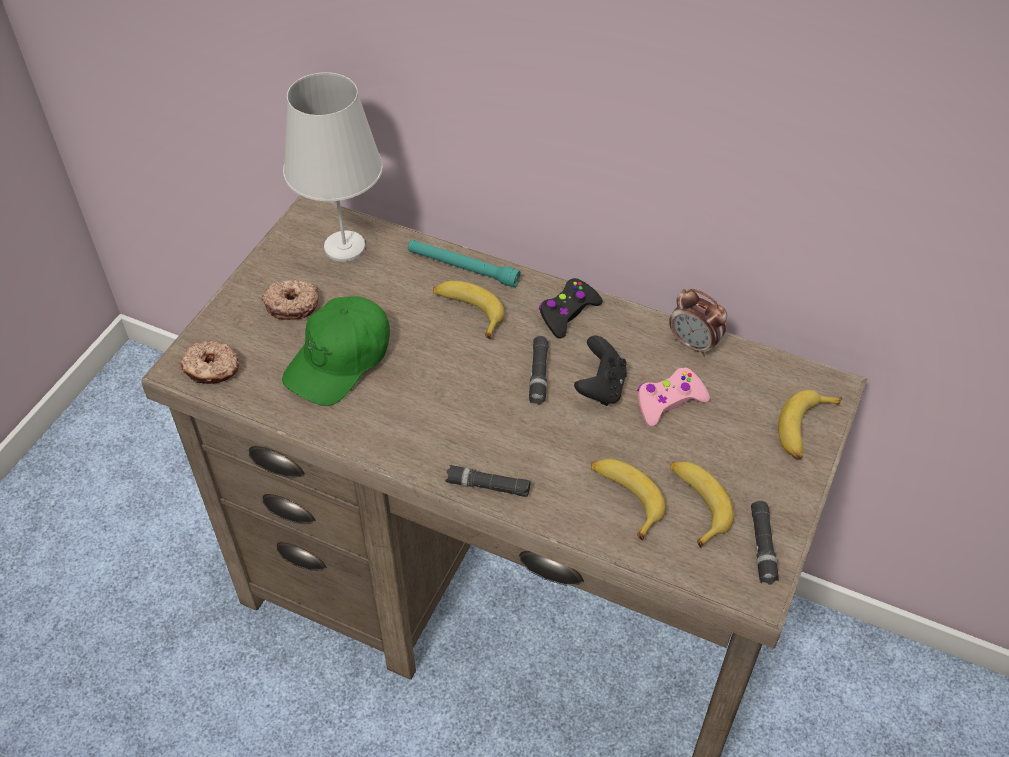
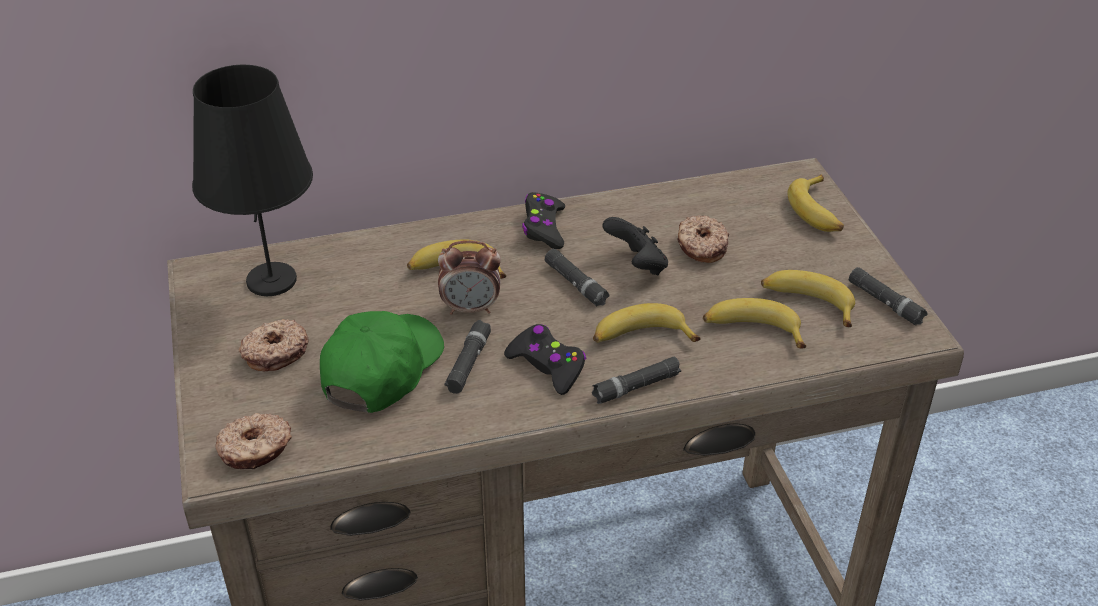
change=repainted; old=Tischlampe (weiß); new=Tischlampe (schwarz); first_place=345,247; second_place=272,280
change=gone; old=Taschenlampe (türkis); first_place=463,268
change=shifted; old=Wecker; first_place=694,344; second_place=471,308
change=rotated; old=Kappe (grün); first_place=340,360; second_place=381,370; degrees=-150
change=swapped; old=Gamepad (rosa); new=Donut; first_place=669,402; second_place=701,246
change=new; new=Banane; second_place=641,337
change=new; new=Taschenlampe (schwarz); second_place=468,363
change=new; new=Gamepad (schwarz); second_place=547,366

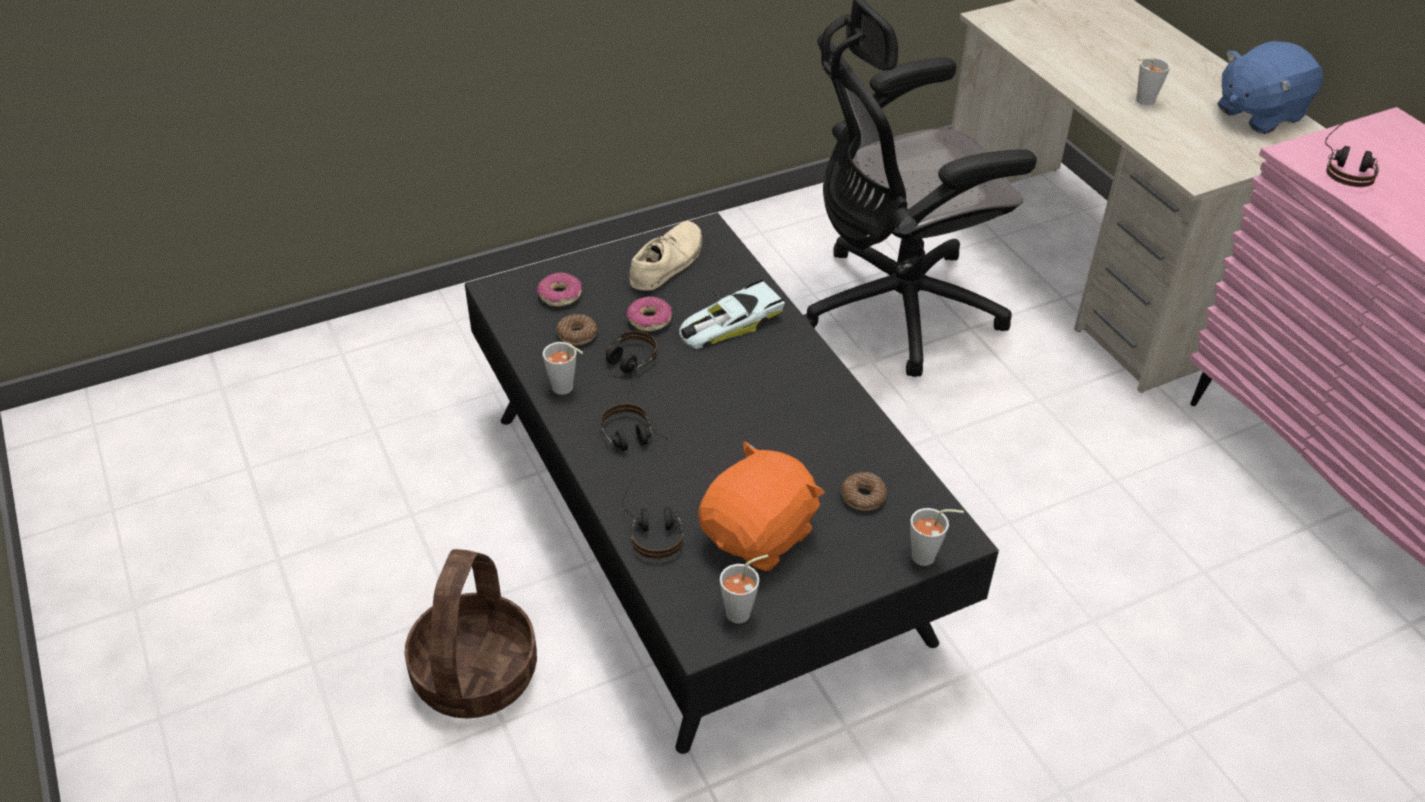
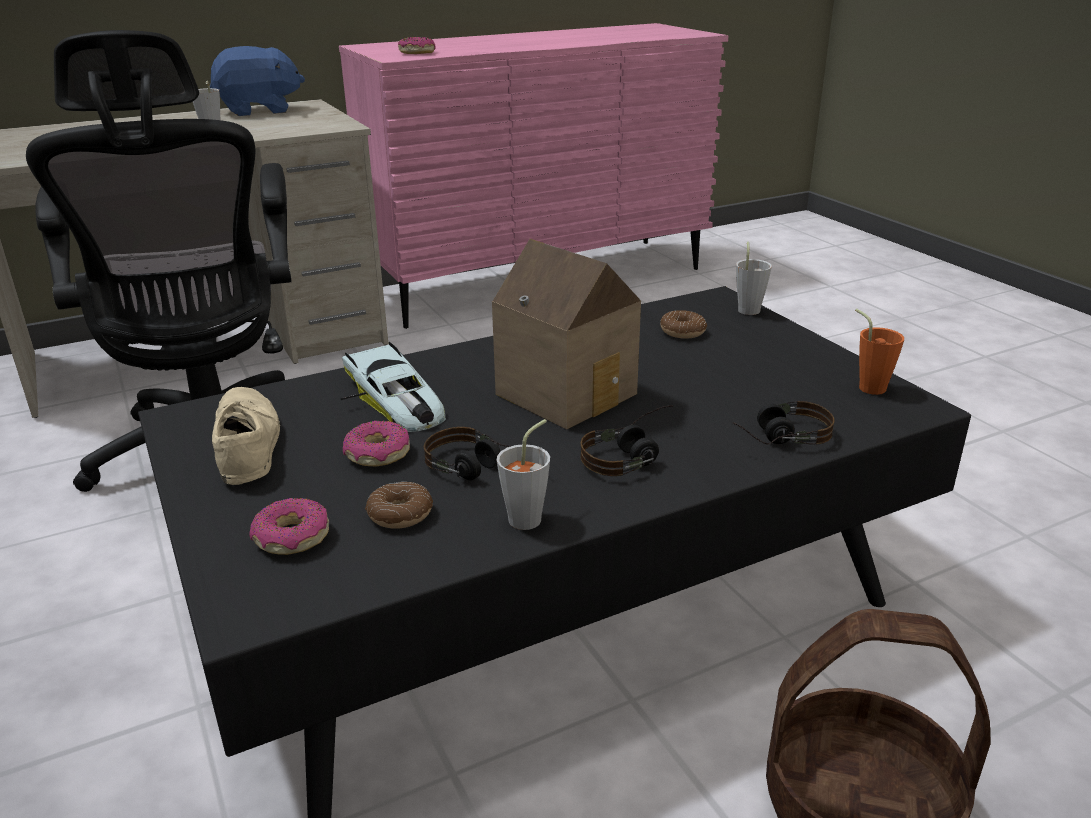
change=rotated; old=Plüschtier (blau); first_place=1258,113; second_place=259,111; degrees=-75
change=swapped; old=Kopfhörer; new=Donut; first_place=1347,167; second_place=416,53
change=rotated; old=Schuh (beige); first_place=667,263; second_place=246,445; degrees=45
change=gone; old=Plüschtier (orange); first_place=759,535
change=repainted; old=Tasse (grau); new=Tasse (orange); first_place=743,611; second_place=868,385
change=new; new=Spielzeughaus; second_place=570,392

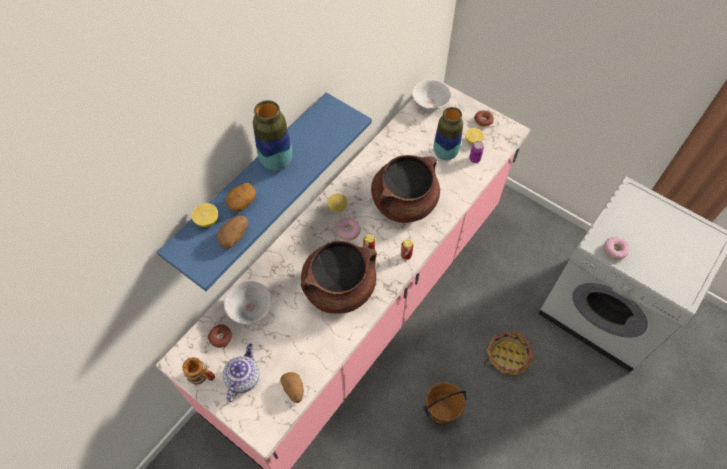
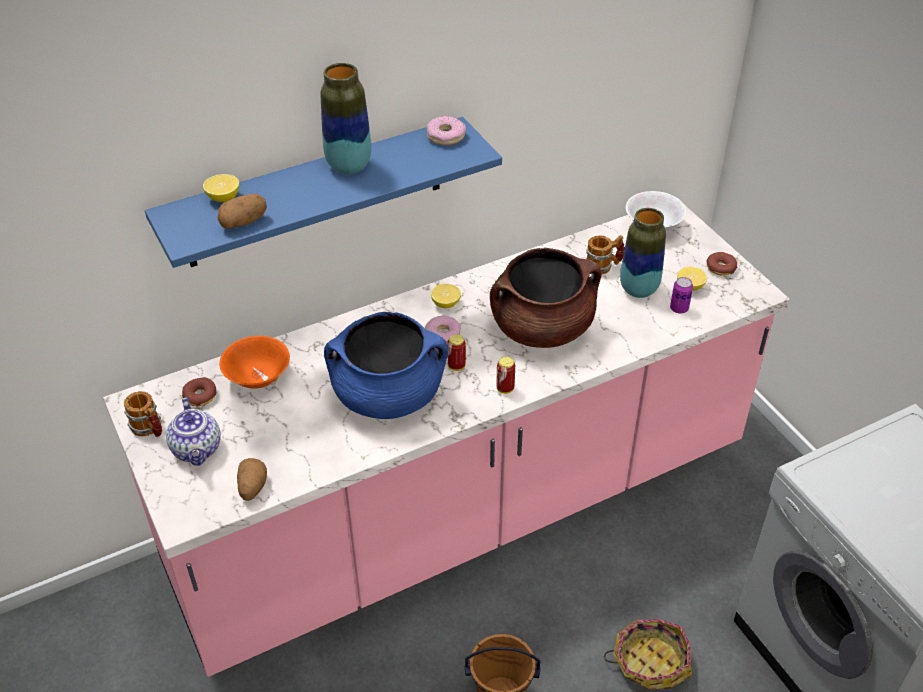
change=gone; old=Kartoffel; first_place=242,201
change=shifted; old=Donut; first_place=614,250; second_place=446,136
change=repainted; old=Kochtopf (braun); new=Kochtopf (blau); first_place=339,288; second_place=388,395
change=repainted; old=Schüssel (weiß); new=Schüssel (orange); first_place=250,308; second_place=258,378
change=rotated; old=Teekanne; first_place=243,378; second_place=197,450; degrees=120
change=new; new=Henkelbecher; second_place=603,266

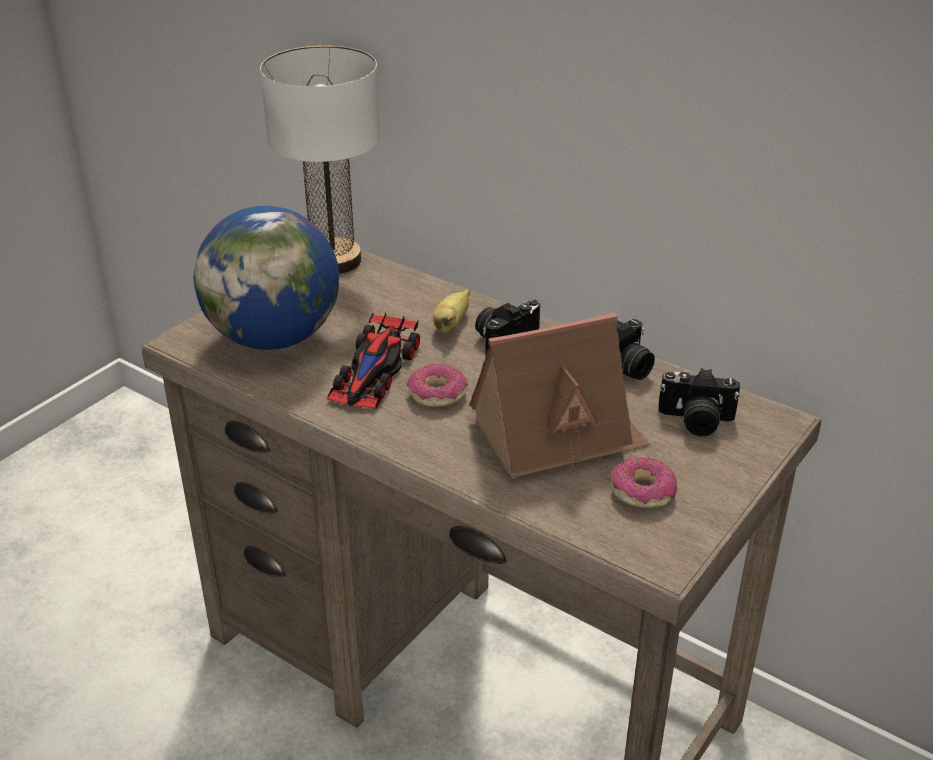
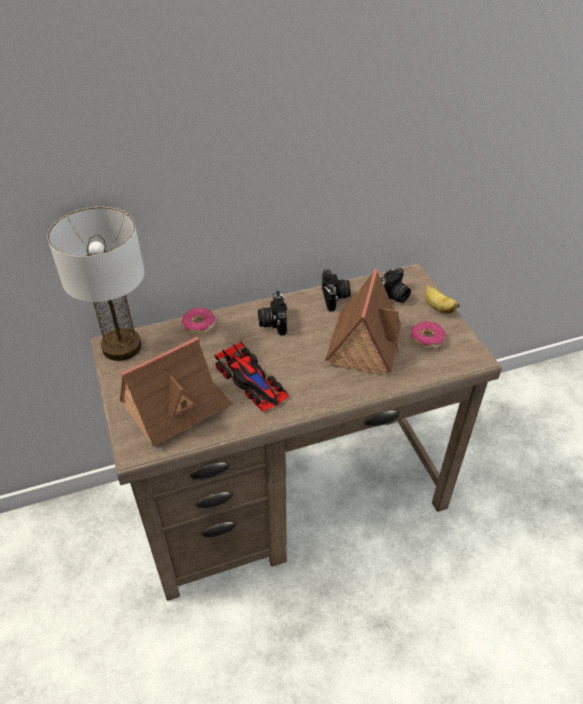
change=swapped; old=Globus; new=Spielzeughaus; first_place=274,338; second_place=177,408
change=shifted; old=Banane; first_place=451,324; second_place=437,307
change=shifted; old=Donut; first_place=437,394; second_place=199,325

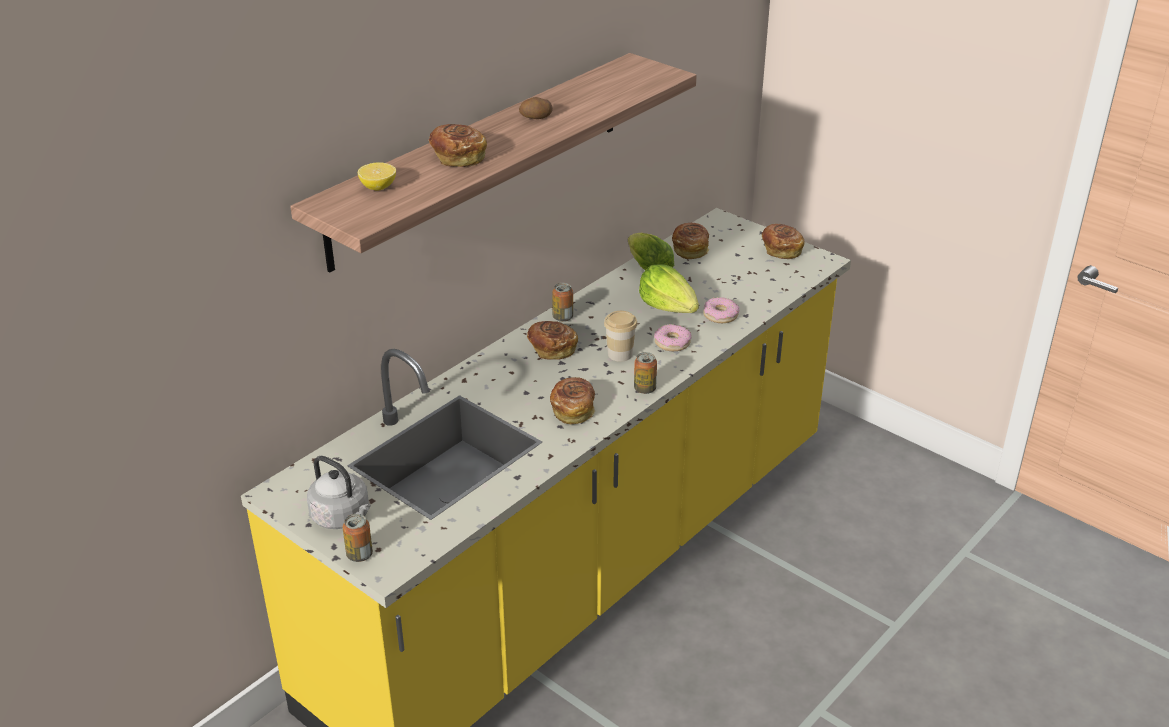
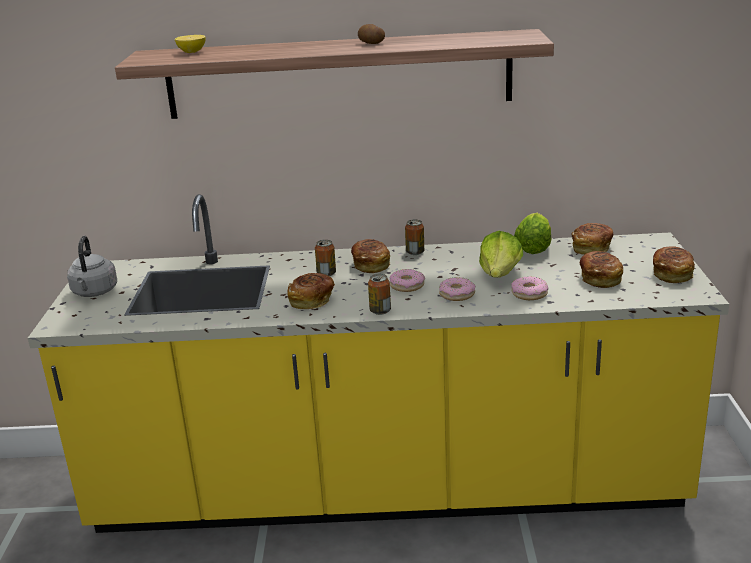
change=shifted; old=Brot; first_place=458,157; second_place=600,279
change=swapped; old=Tasse; new=Donut; first_place=620,354; second_place=407,285
change=shifted; old=Dose; first_place=359,555; second_place=326,273

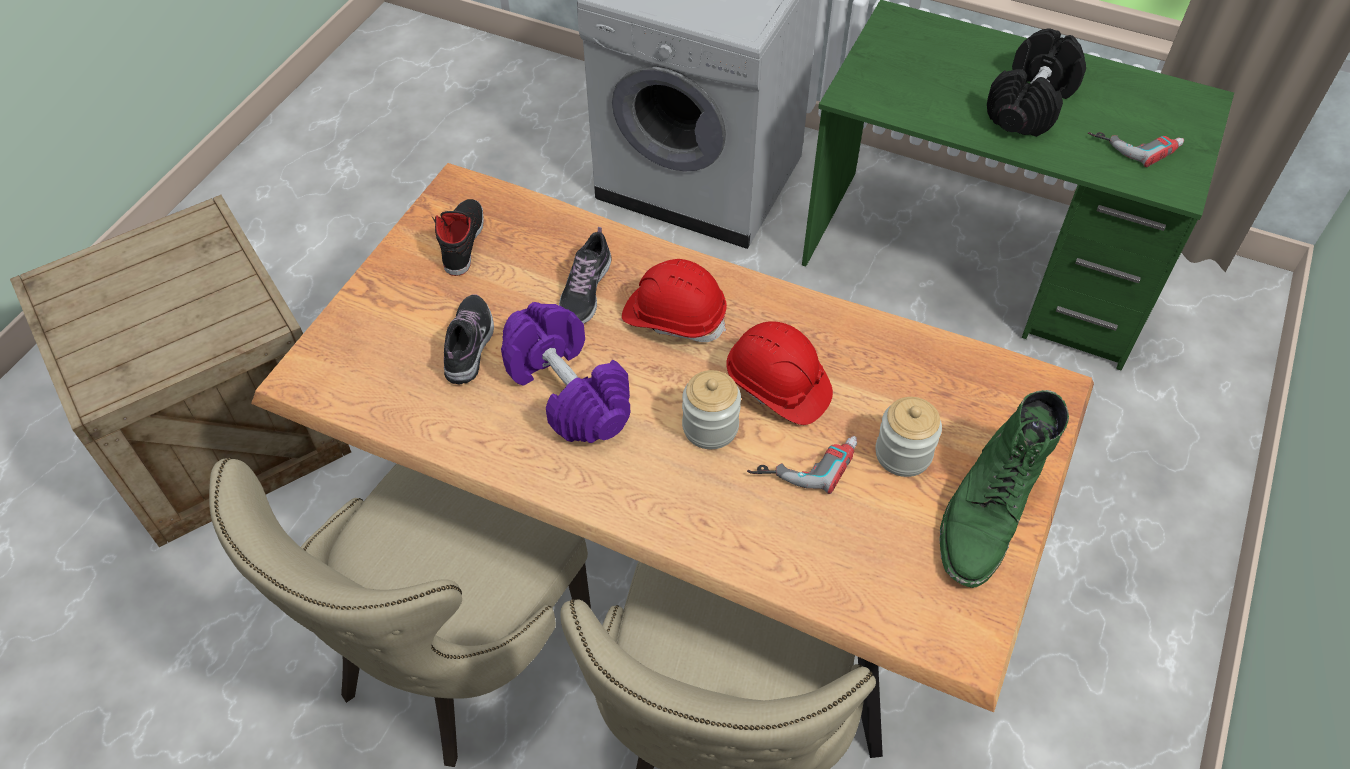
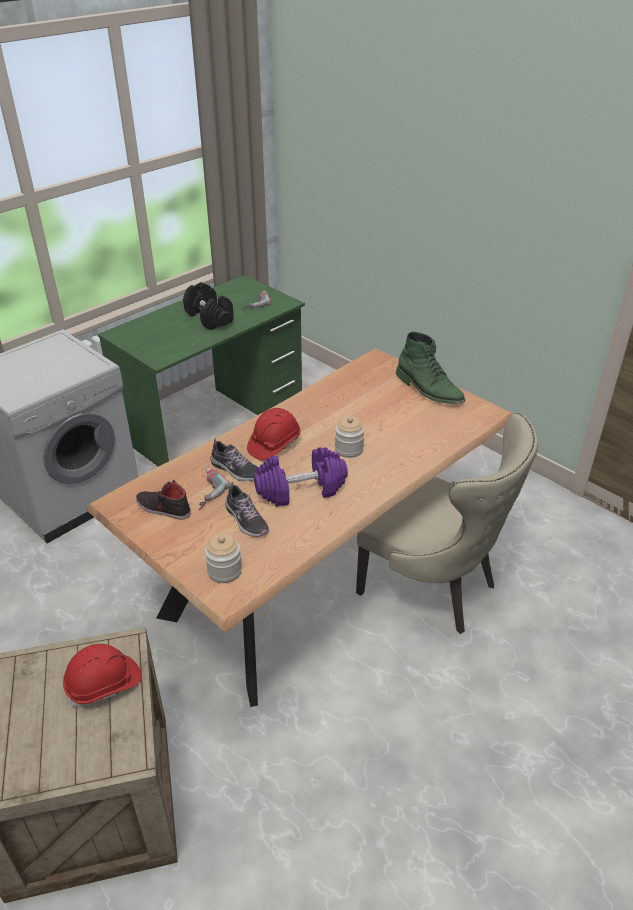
change=rotated; old=Schuh; first_place=469,345; second_place=246,520; degrees=-150
change=shifted; old=Schutzhelm (rot); first_place=777,387; second_place=104,684
change=shifted; old=Vorratsglas; first_place=903,454; second_place=224,571
change=shifted; old=Bohrmaschine; first_place=804,460; second_place=205,491
change=gone; old=Stuhl (beige); first_place=452,656

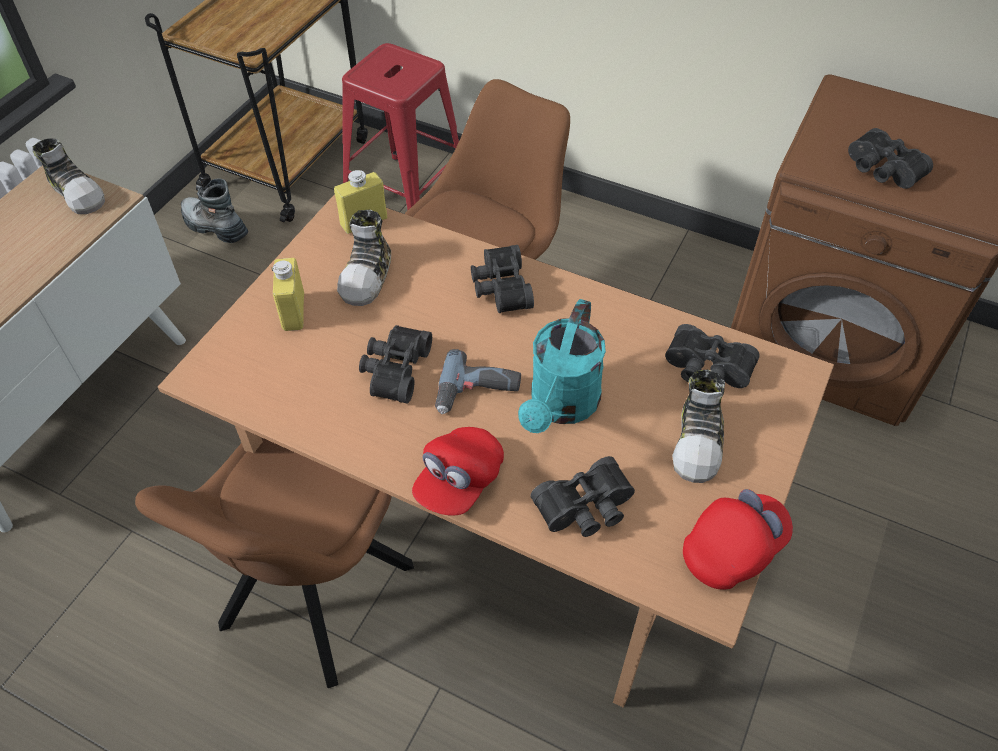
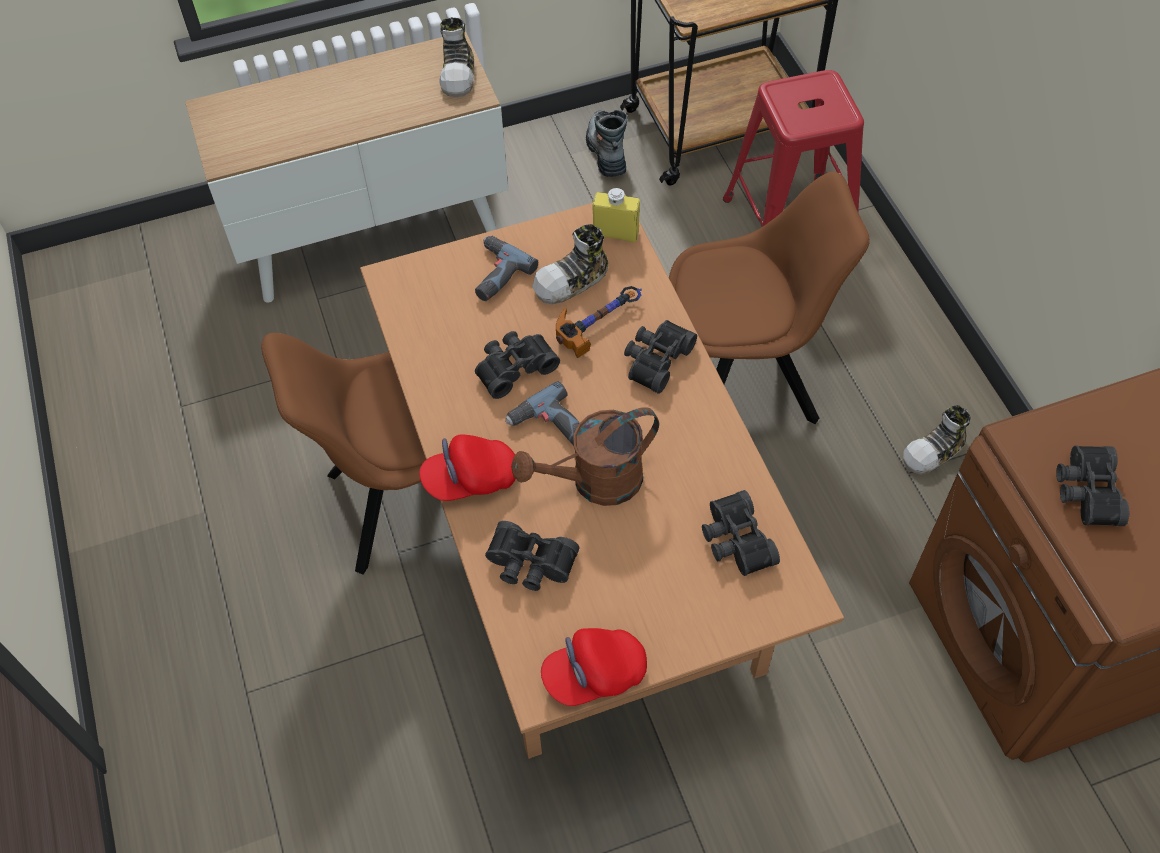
change=swapped; old=Flasche (gelb); new=Bohrmaschine; first_place=293,312; second_place=494,274
change=repainted; old=Gießkanne (türkis); new=Gießkanne (braun); first_place=561,407; second_place=595,483
change=shifted; old=Schuh; first_place=698,442; second_place=934,452
change=rotated; old=Kappe (rot); first_place=733,549; second_place=594,675; degrees=150
change=new; new=Hammer; second_place=599,321

